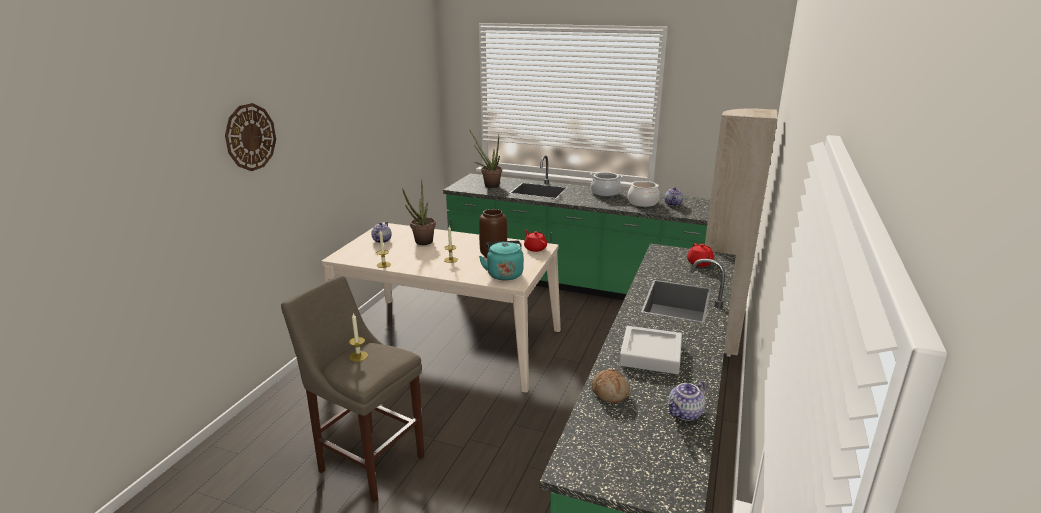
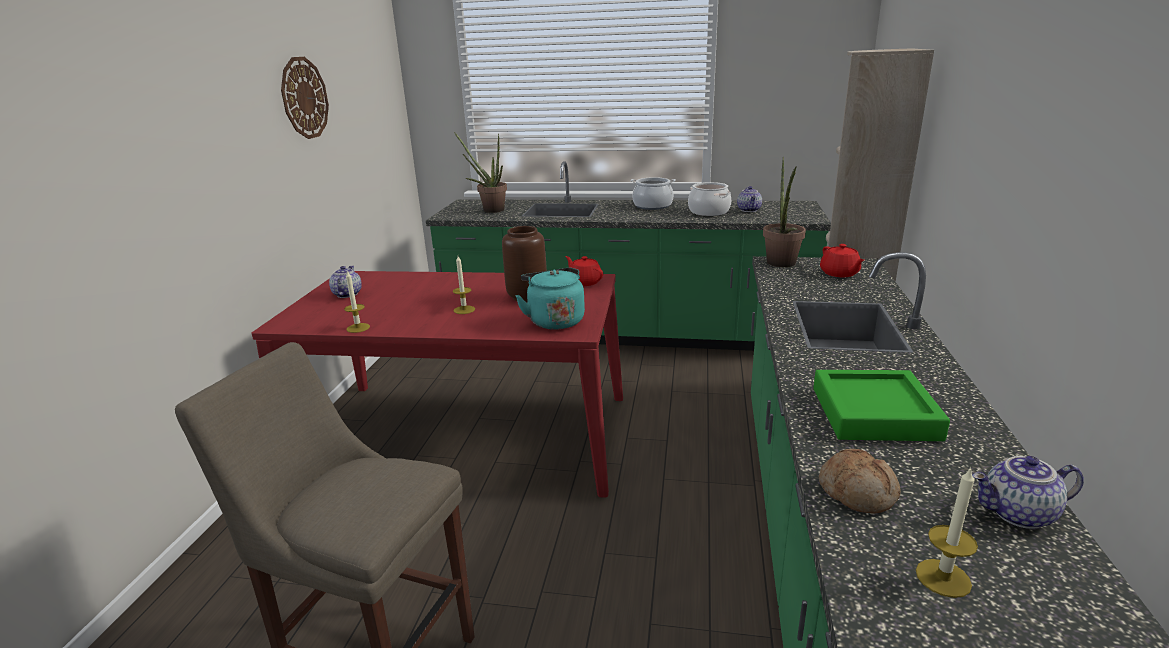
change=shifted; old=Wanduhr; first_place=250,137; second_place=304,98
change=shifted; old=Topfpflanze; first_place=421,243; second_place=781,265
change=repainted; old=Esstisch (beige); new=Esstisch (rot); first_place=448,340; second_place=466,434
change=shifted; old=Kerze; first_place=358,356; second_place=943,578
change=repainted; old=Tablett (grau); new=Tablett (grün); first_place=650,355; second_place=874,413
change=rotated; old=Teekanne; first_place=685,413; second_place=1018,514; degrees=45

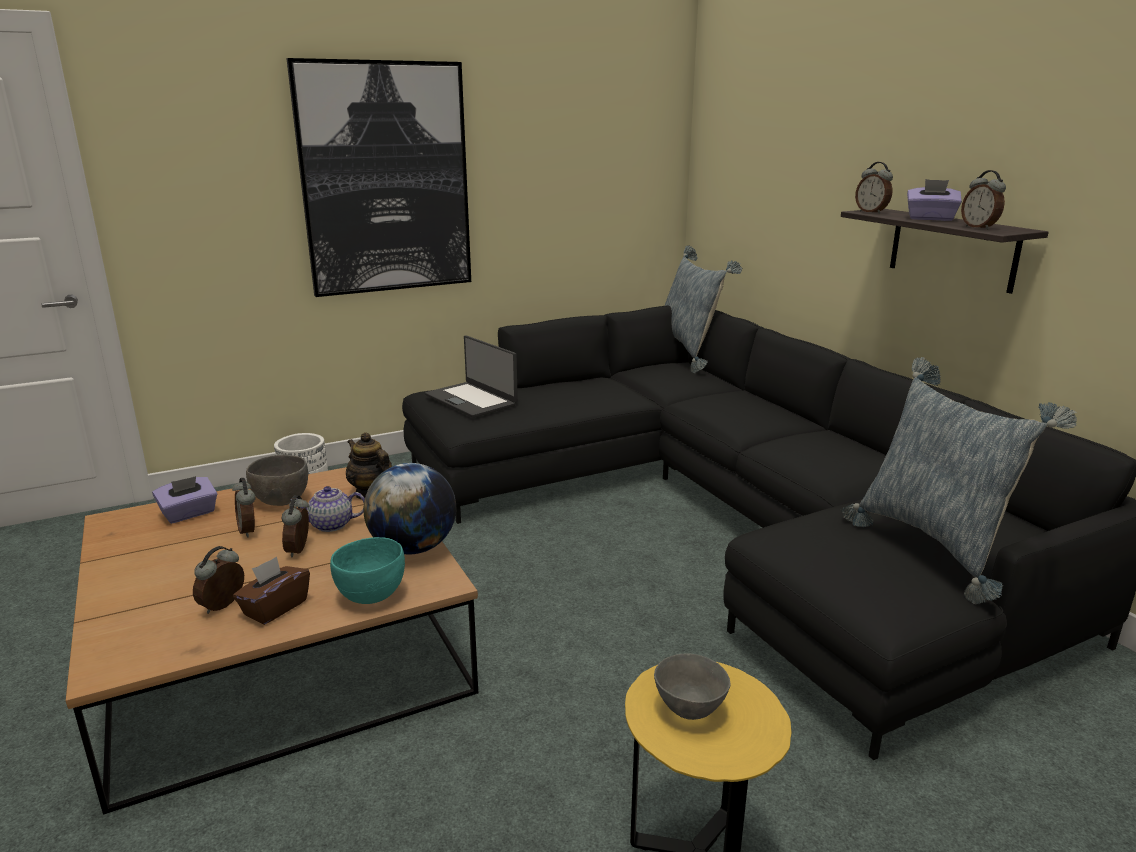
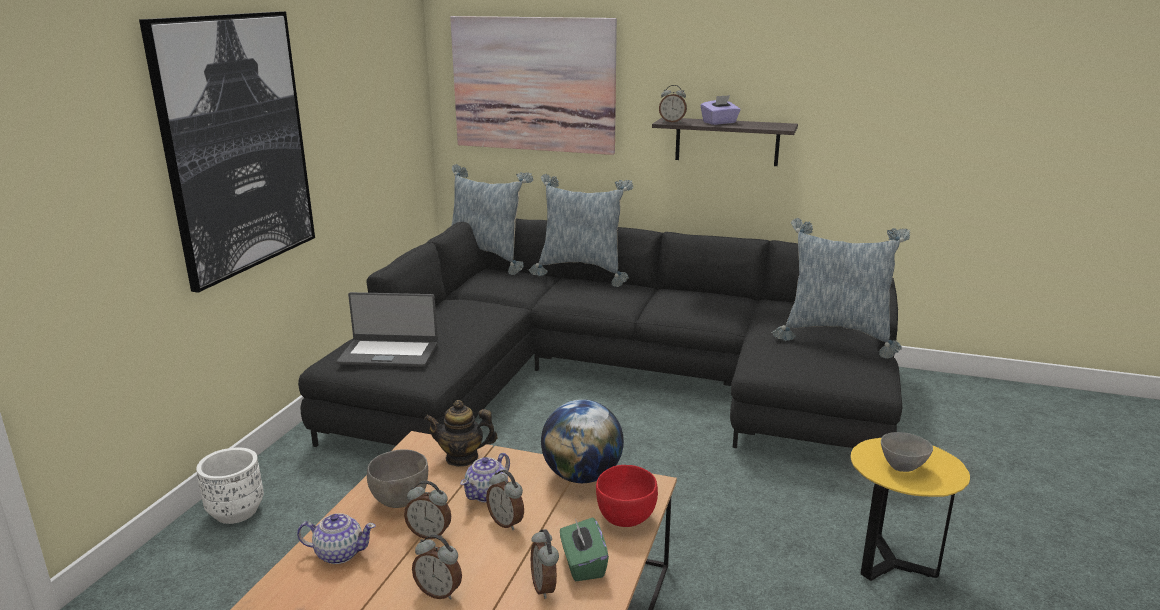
change=shifted; old=Wecker; first_place=979,228; second_place=439,592
change=swapped; old=Taschentuchbox (lila); new=Teekanne; first_place=189,514; second_place=339,553
change=repainted; old=Schüssel (türkis); new=Schüssel (rot); first_place=372,596; second_place=626,518
change=repainted; old=Taschentuchbox (braun); new=Taschentuchbox (grün); first_place=275,608; second_place=583,564
change=new; new=Bild; second_place=533,84
change=new; new=Kissen; second_place=582,277

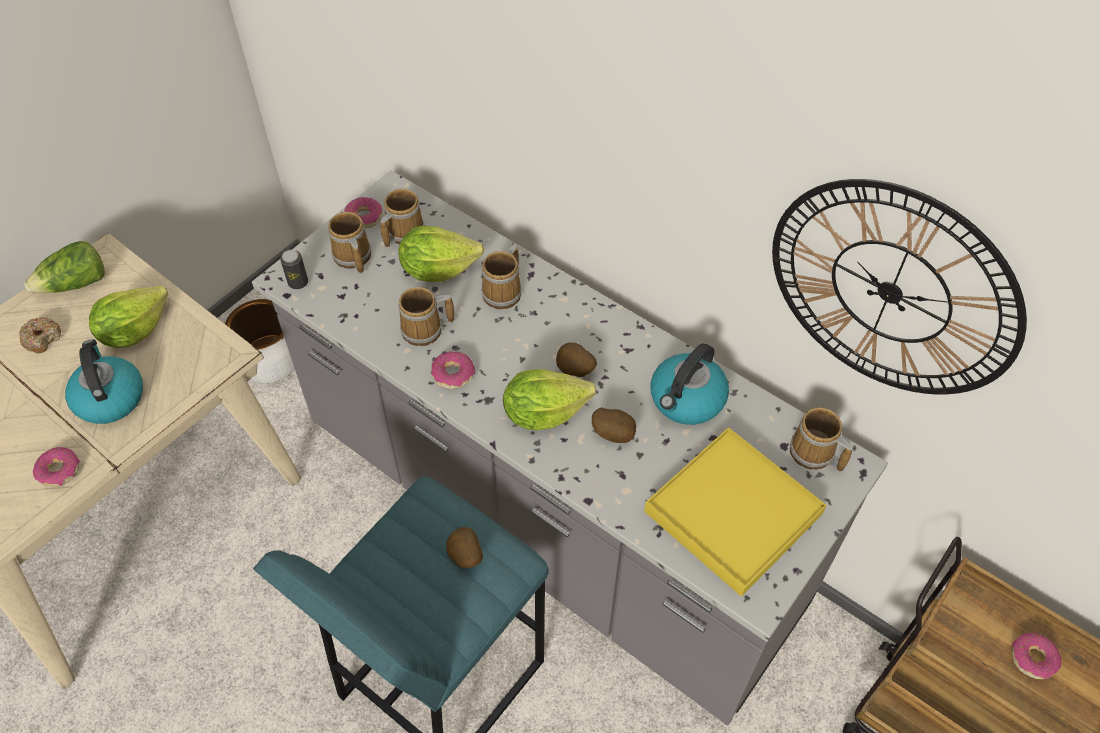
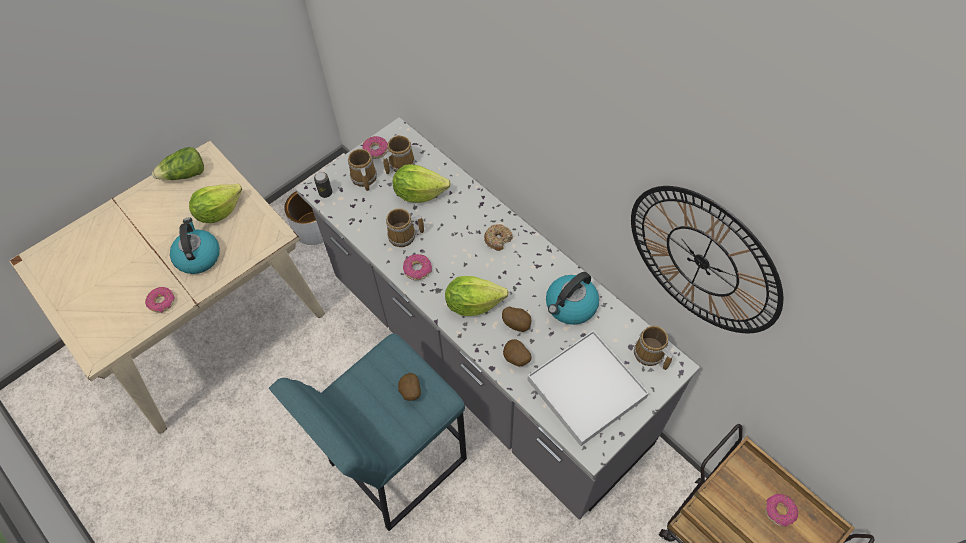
change=gone; old=Henkelbecher; first_place=504,292
change=shifted; old=Donut; first_place=42,338; second_place=498,239
change=shifted; old=Kartoffel; first_place=574,371; second_place=516,359
change=repainted; old=Tablett (gelb); new=Tablett (weiß); first_place=733,513; second_place=586,389

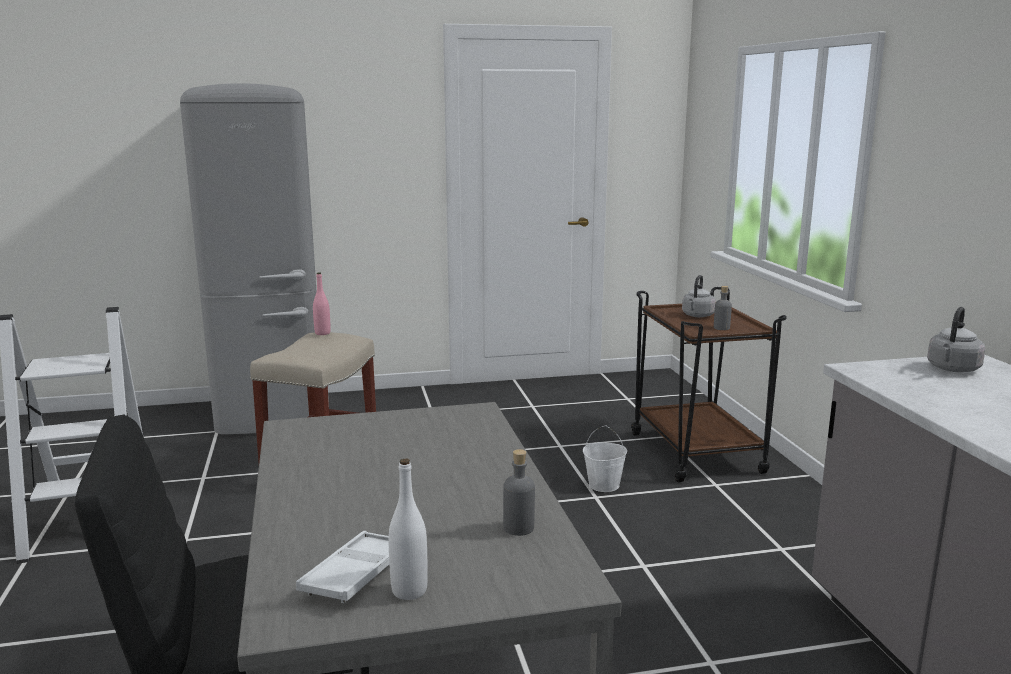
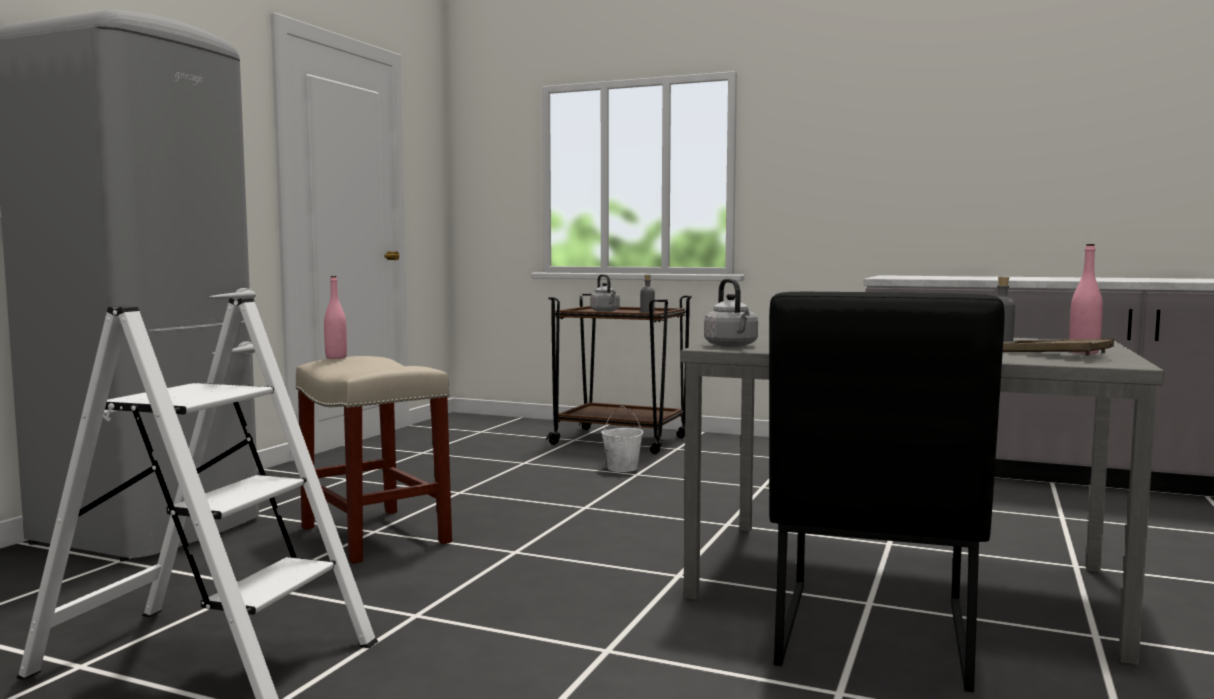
change=shifted; old=Wasserkessel (grau); first_place=952,369; second_place=732,346
change=repainted; old=Flasche (weiß); new=Flasche (rosa); first_place=409,591; second_place=1084,352
change=repainted; old=Tablett (weiß); new=Tablett (braun); first_place=356,573; second_place=1050,354

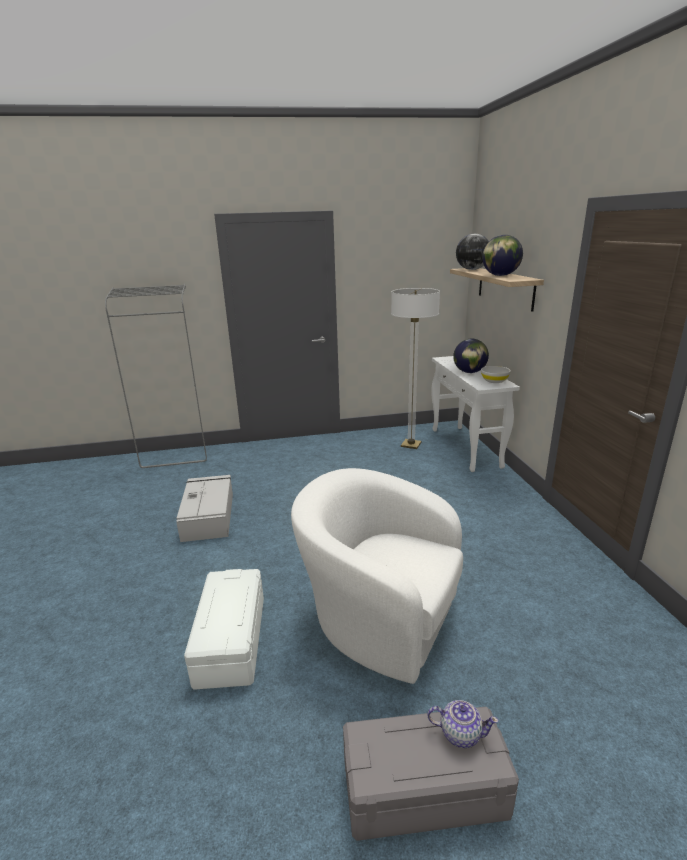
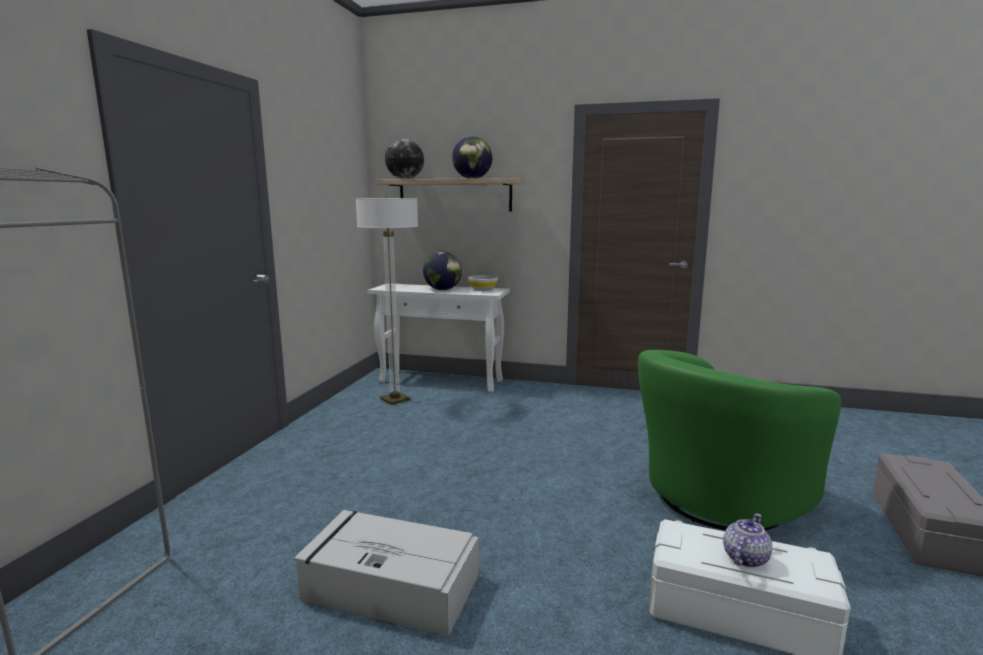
change=repainted; old=Sessel (weiß); new=Sessel (grün); first_place=378,620; second_place=717,500
change=shifted; old=Teekanne; first_place=460,733; second_place=744,558

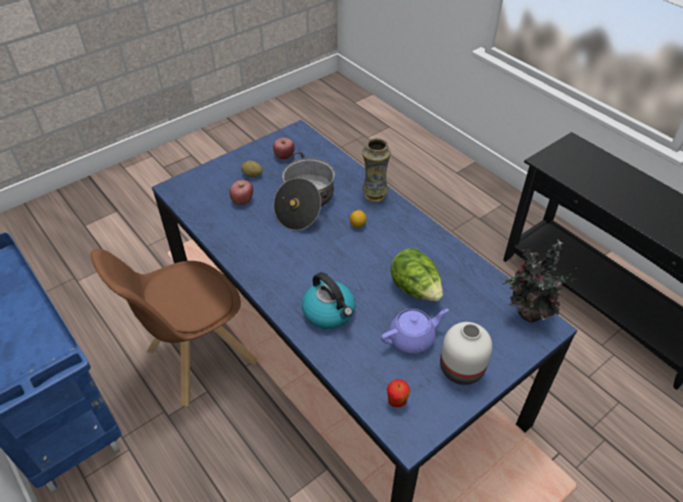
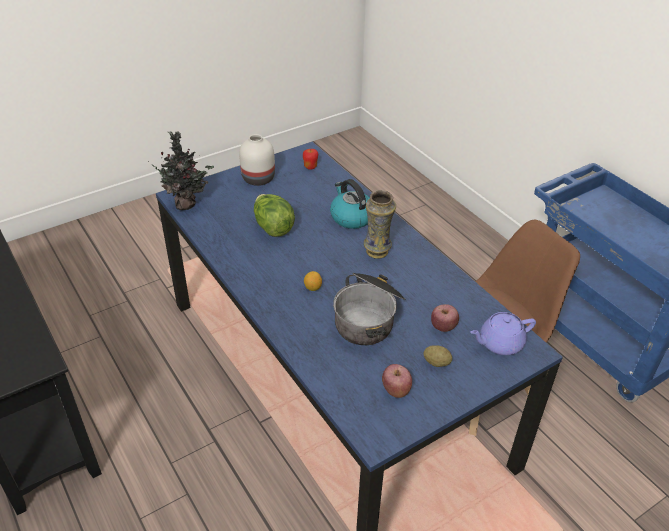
change=shifted; old=Vase; first_place=374,195; second_place=377,252
change=shifted; old=Teekanne (lila); first_place=412,338; second_place=500,343

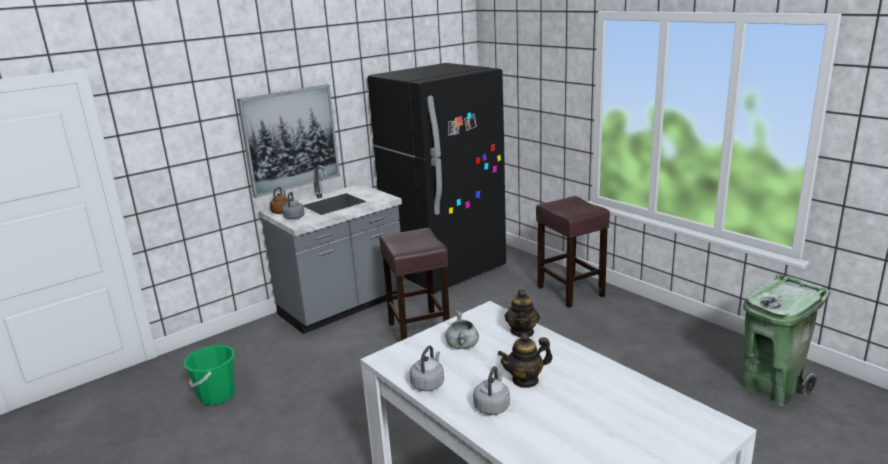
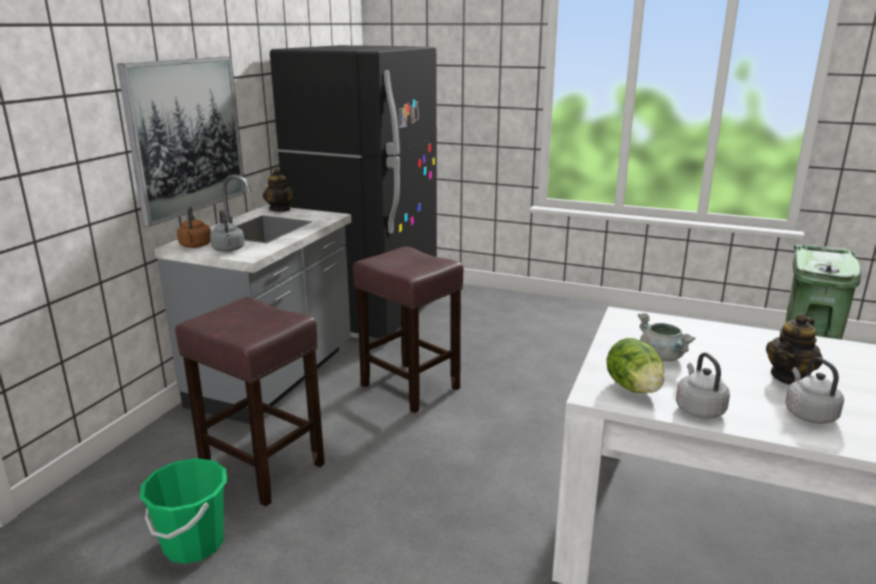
change=shifted; old=Hocker (braun); first_place=569,291; second_place=261,467
change=shifted; old=Teekanne; first_place=522,332; second_place=280,209
change=new; new=Salatkopf; second_place=633,388

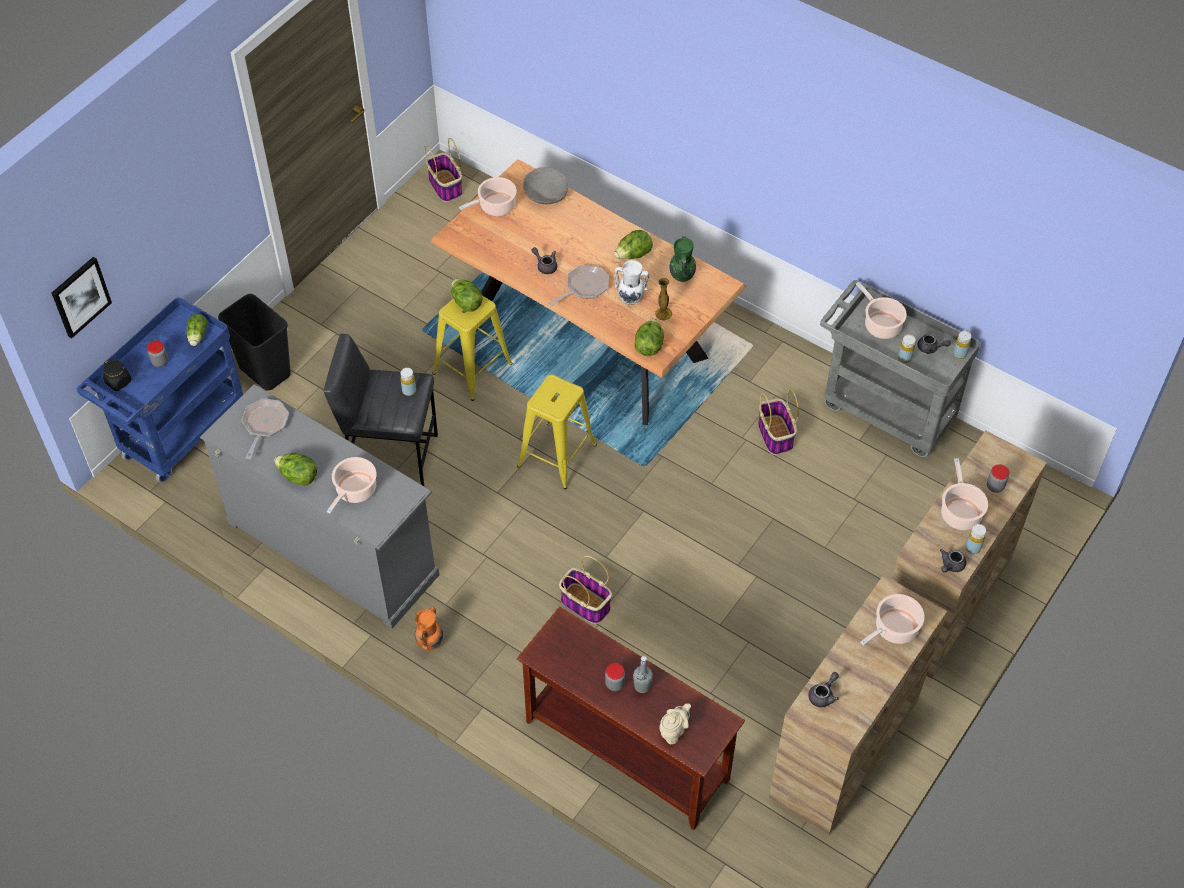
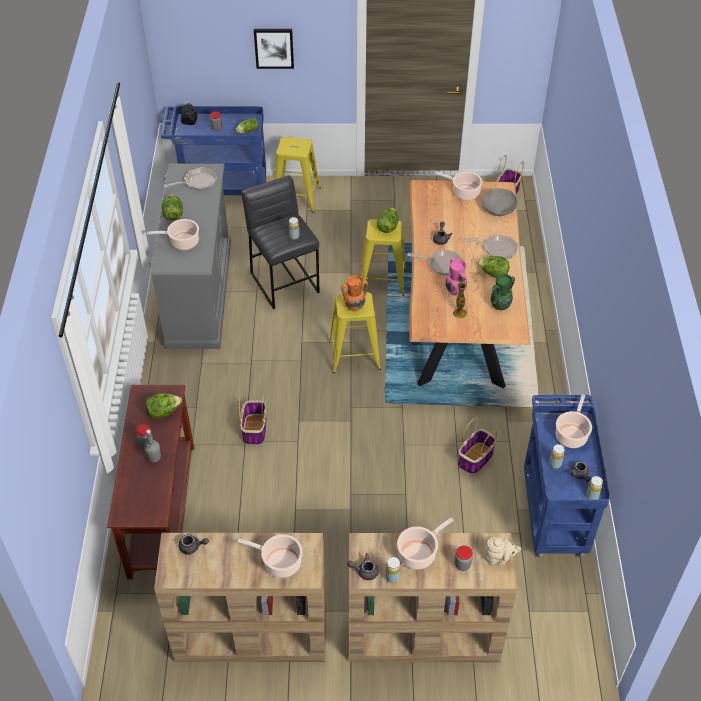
change=shifted; old=Bild; first_place=80,296; second_place=274,48
change=repainted; old=Vase (weiß); new=Vase (rosa); first_place=631,299; second_place=455,292
change=repainted; old=Rollwagen (grau); new=Rollwagen (blau); first_place=881,414; second_place=553,511
change=swapped; old=Mülleimer (schwarz); new=Hocker (gelb); first_place=266,371; second_place=296,198
change=shifted; old=Salatkopf; first_place=649,346; second_place=164,412
change=shifted; old=Vase (orange); first_place=429,643; second_place=354,307
change=shifted; old=Teekanne (beige); first_place=674,731; second_place=499,558
change=new; new=Pfanne; second_place=497,249

